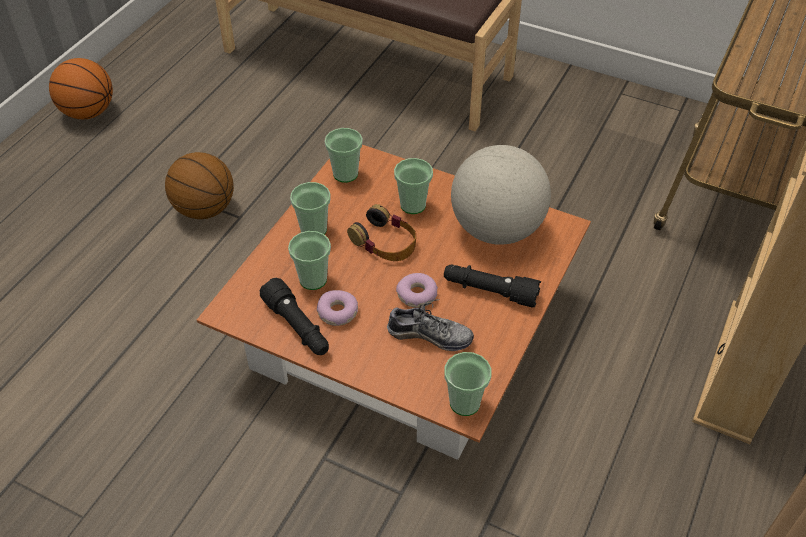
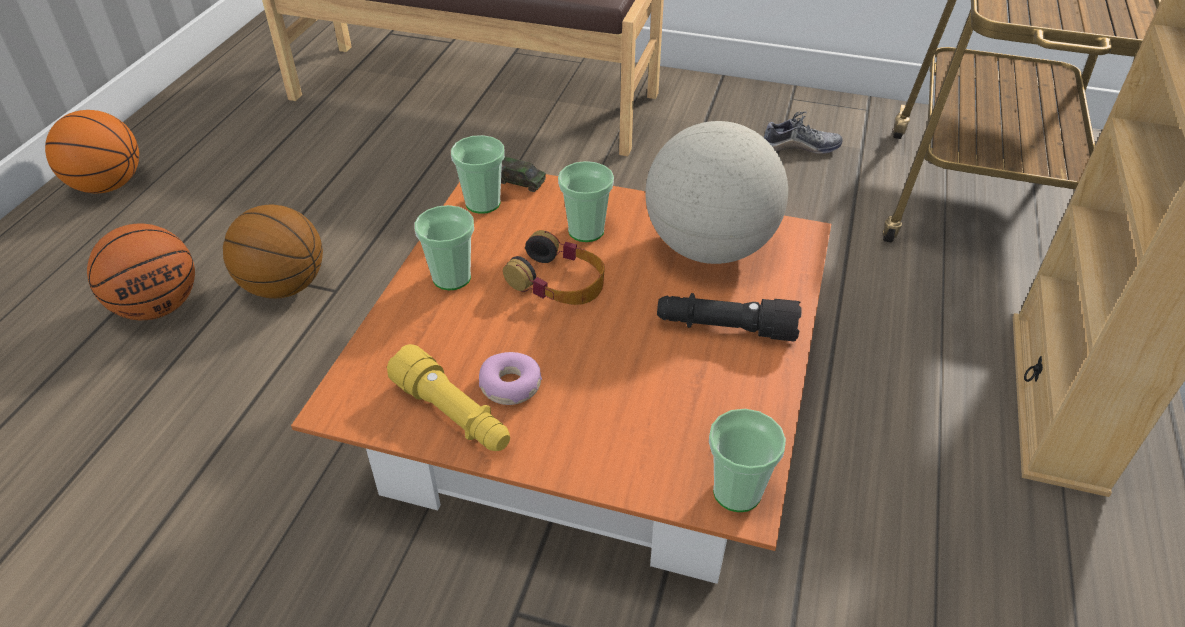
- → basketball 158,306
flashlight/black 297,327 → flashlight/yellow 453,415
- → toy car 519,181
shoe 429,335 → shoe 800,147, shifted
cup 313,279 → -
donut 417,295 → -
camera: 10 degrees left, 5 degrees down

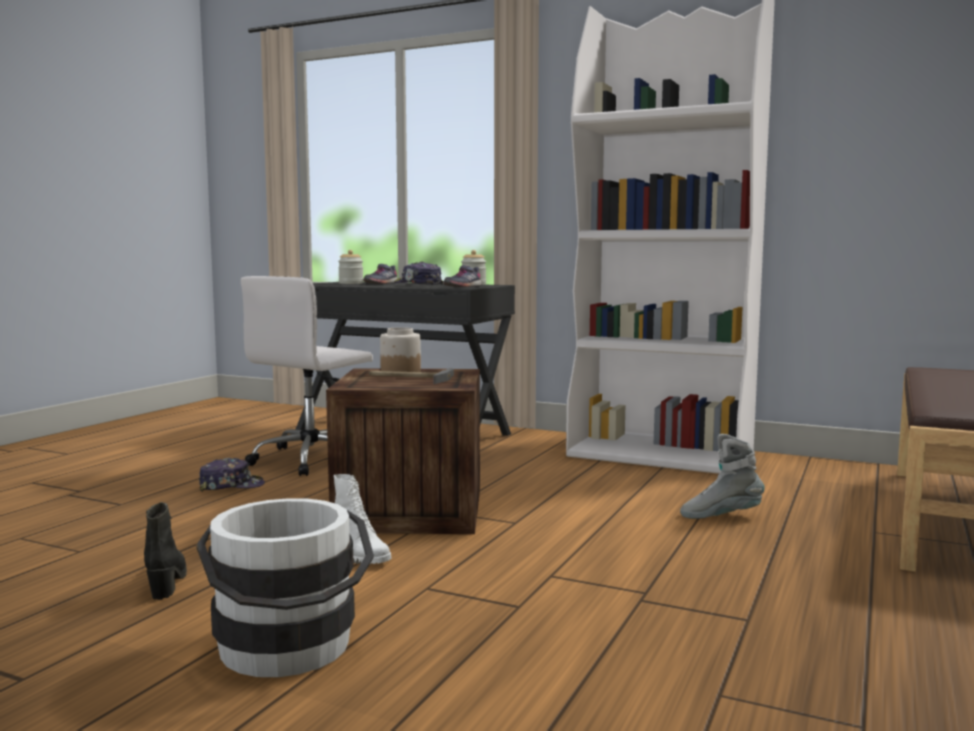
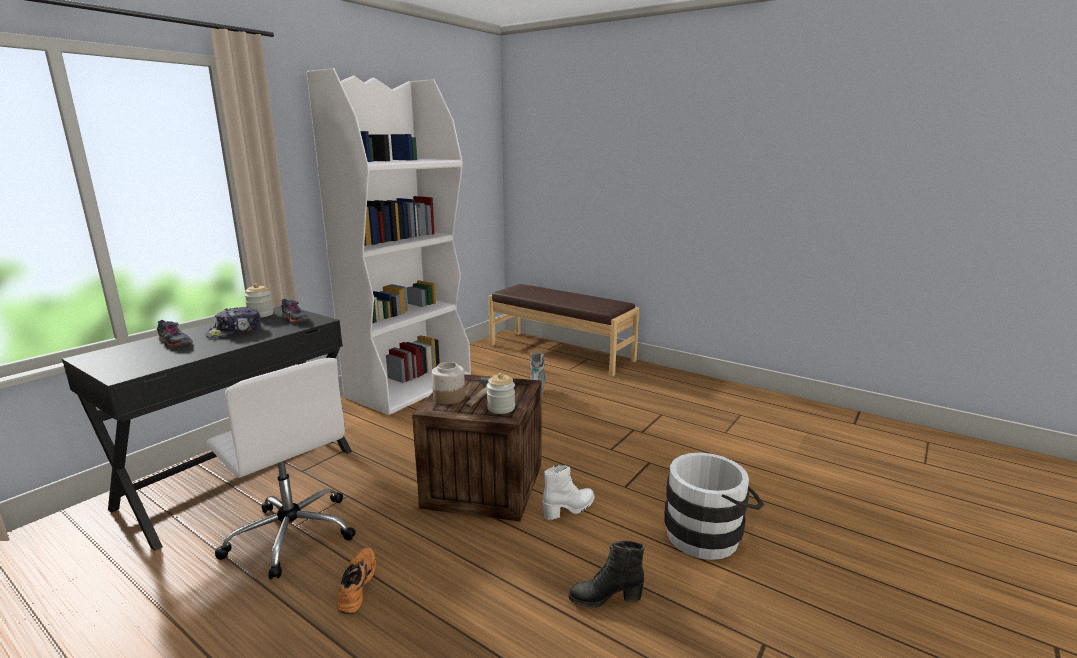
cap 231,486 → shoe/orange 355,585
jar 351,283 → jar 501,408, shifted
camera: 80 degrees left, 10 degrees up

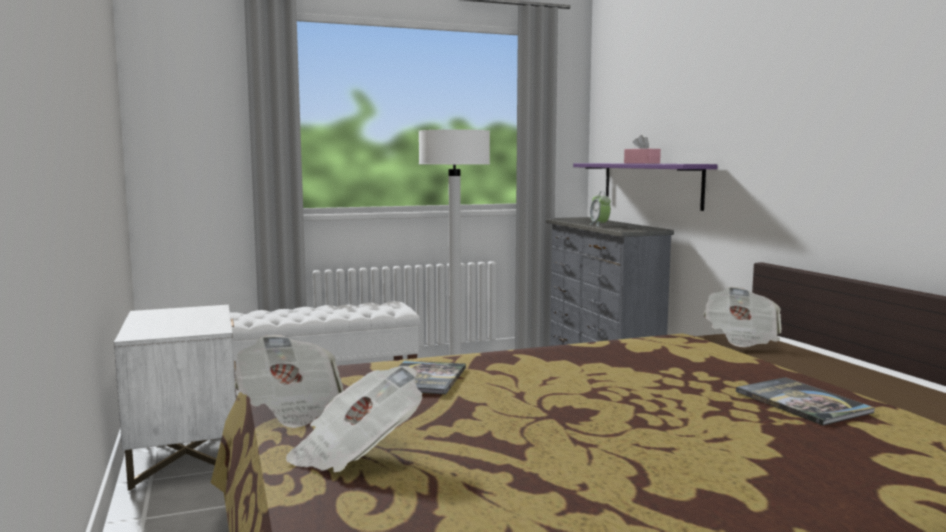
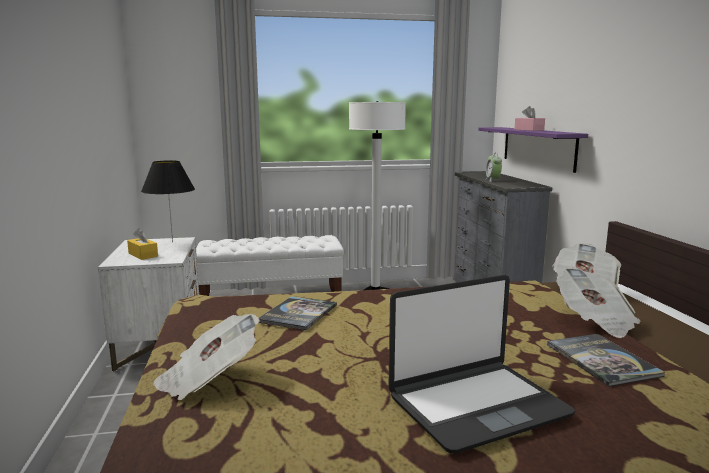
- → tissue box/yellow 143,255
- → table lamp/black 172,242
- → laptop 476,405
newspaper 291,408 → newspaper 595,321, shifted
camera: 10 degrees right, 5 degrees up

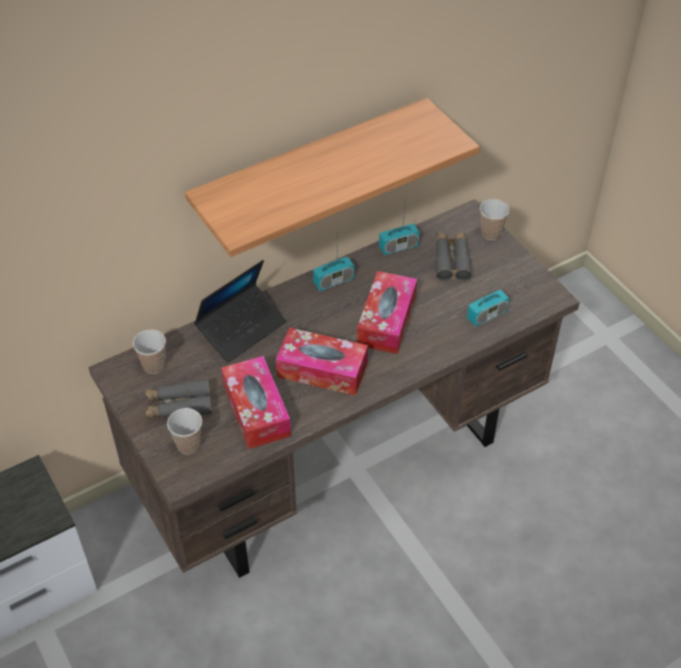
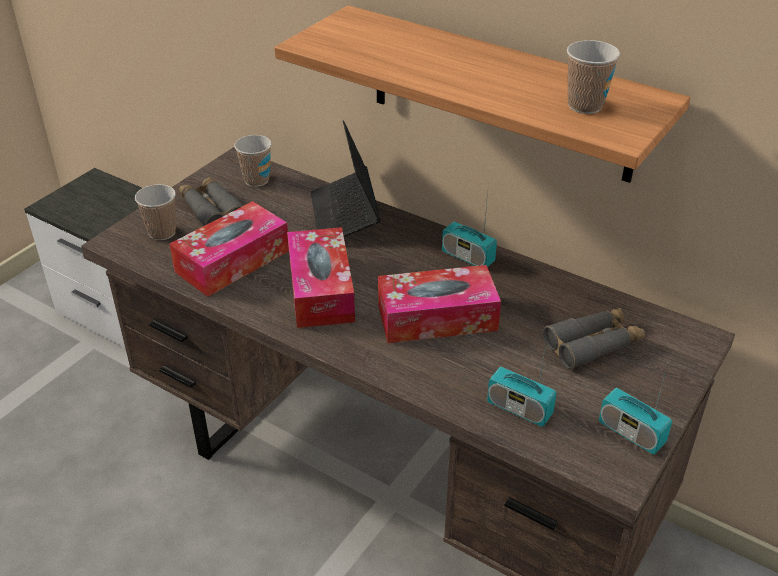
laptop 241,328 → laptop 345,216, 60 degrees clockwise
cup 491,233 → cup 585,106, shifted
radio 398,247 → radio 631,433, shifted
camera: 65 degrees right, 10 degrees down

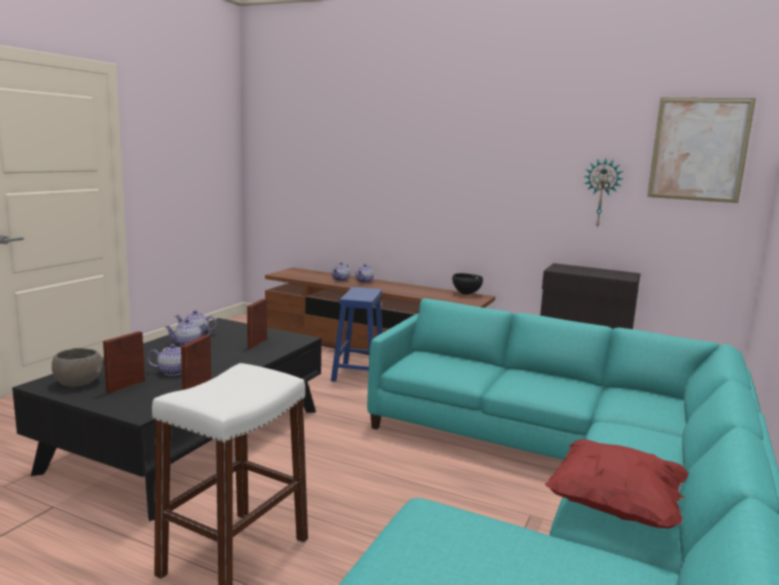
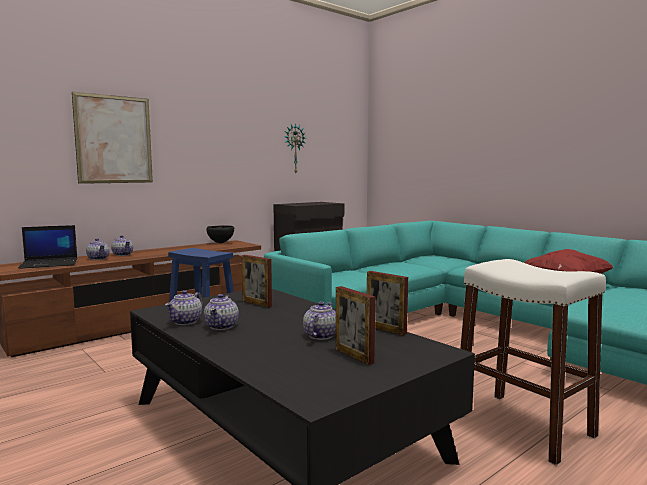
- → laptop 50,263
picture 699,149 → picture 114,139, shifted
bowl/grey 78,382 → -
camera: 65 degrees left, 5 degrees down

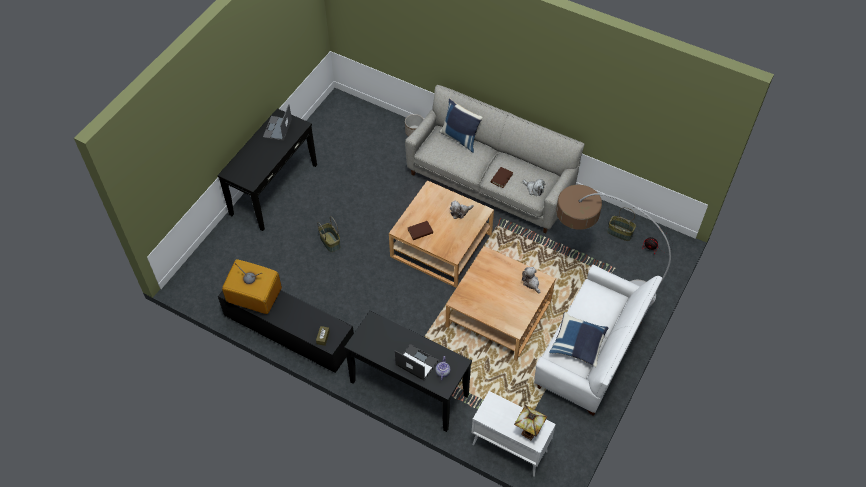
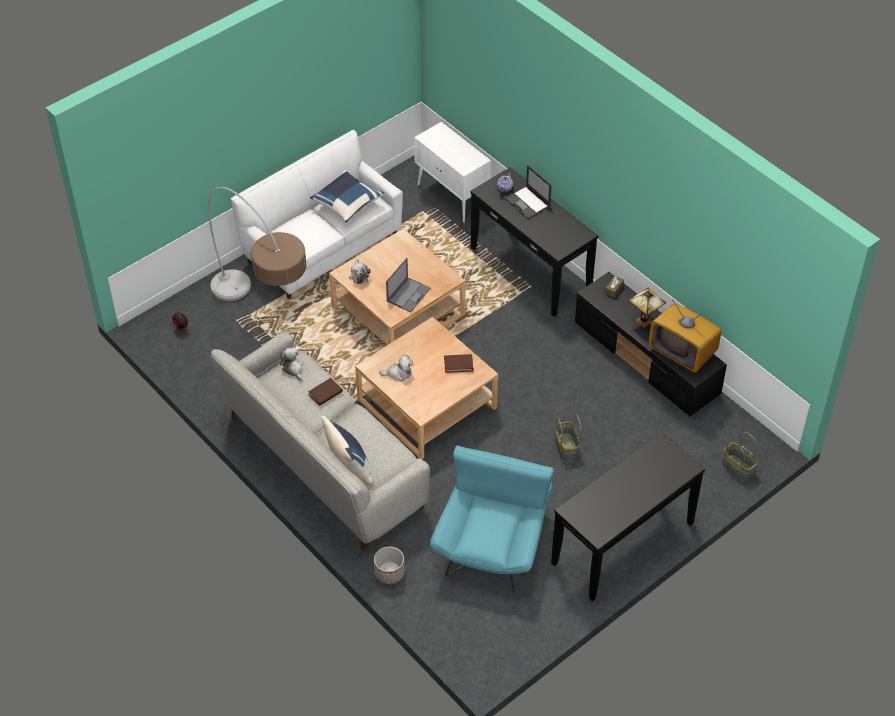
laptop 277,128 → laptop 408,294, shifted
- → armchair/turquoise 494,540
table lamp 527,432 → table lamp 645,321, shifted
basket 619,233 → basket 739,468, shifted
camera: 160 degrees left, 5 degrees down

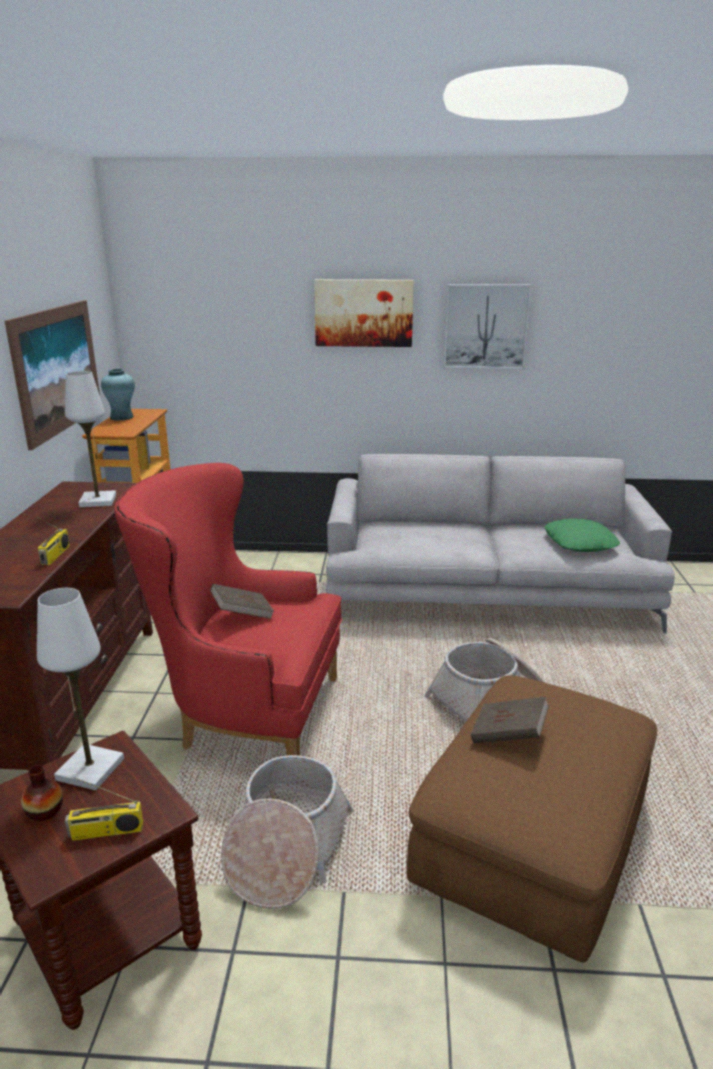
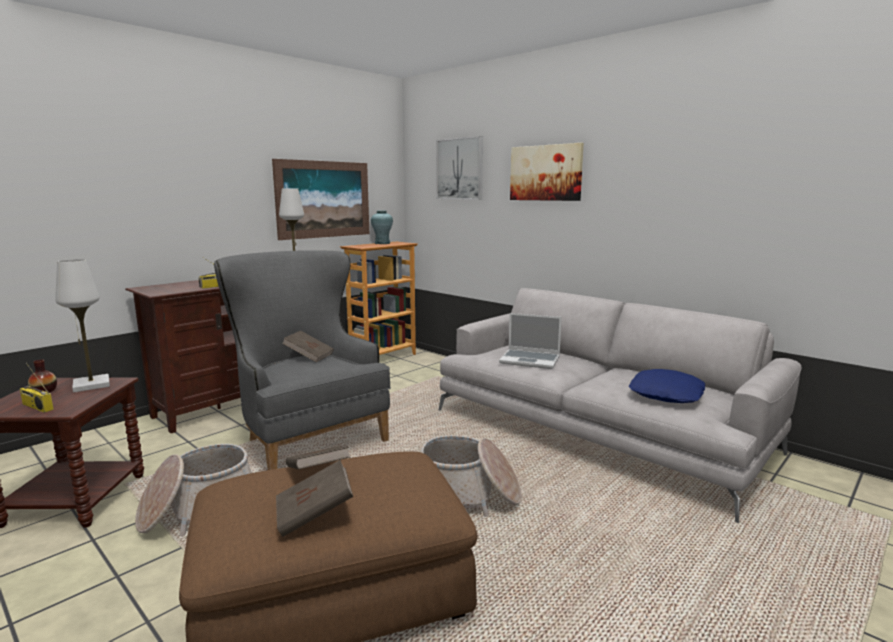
armchair/red 244,713 → armchair/grey 307,436
- → book/brown 314,514
picture 485,326 → picture 460,169, shifted
- → laptop 530,360
pillow/green 580,543 → pillow/blue 667,394
camera: 40 degrees right, 10 degrees down

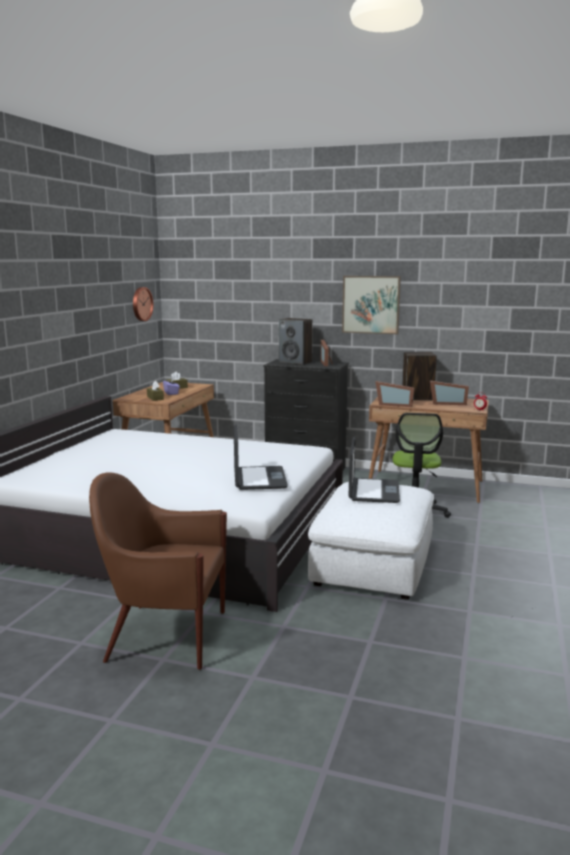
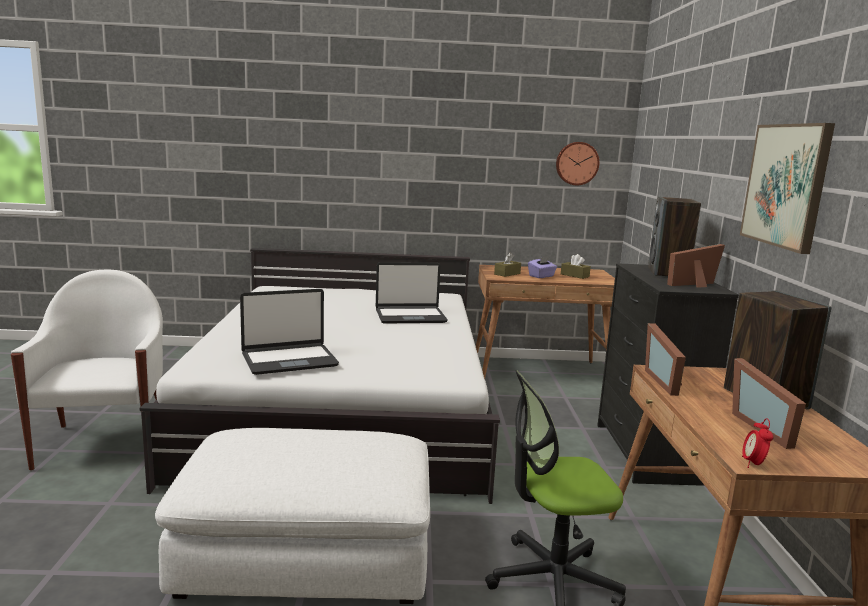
armchair/brown 164,635 → armchair/white 105,442
laptop 373,491 → laptop 410,316, shifted
camera: 70 degrees right, 0 degrees up

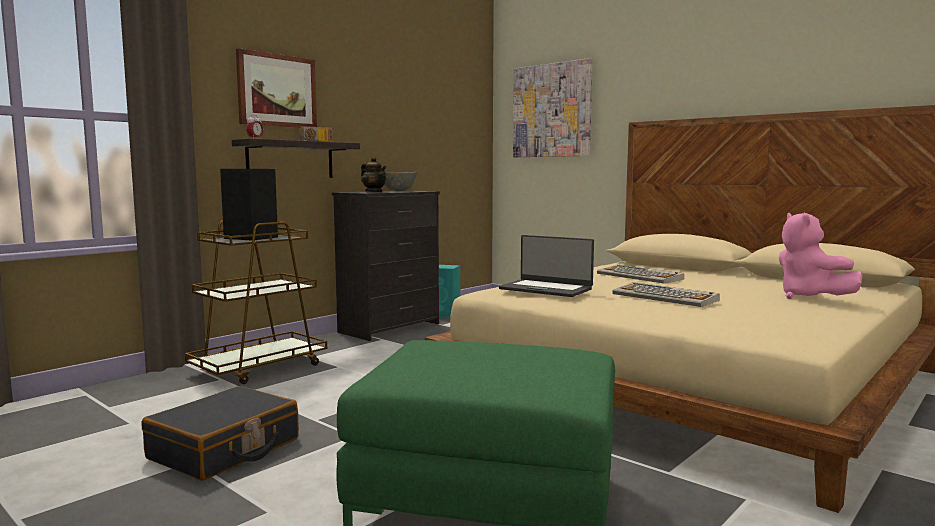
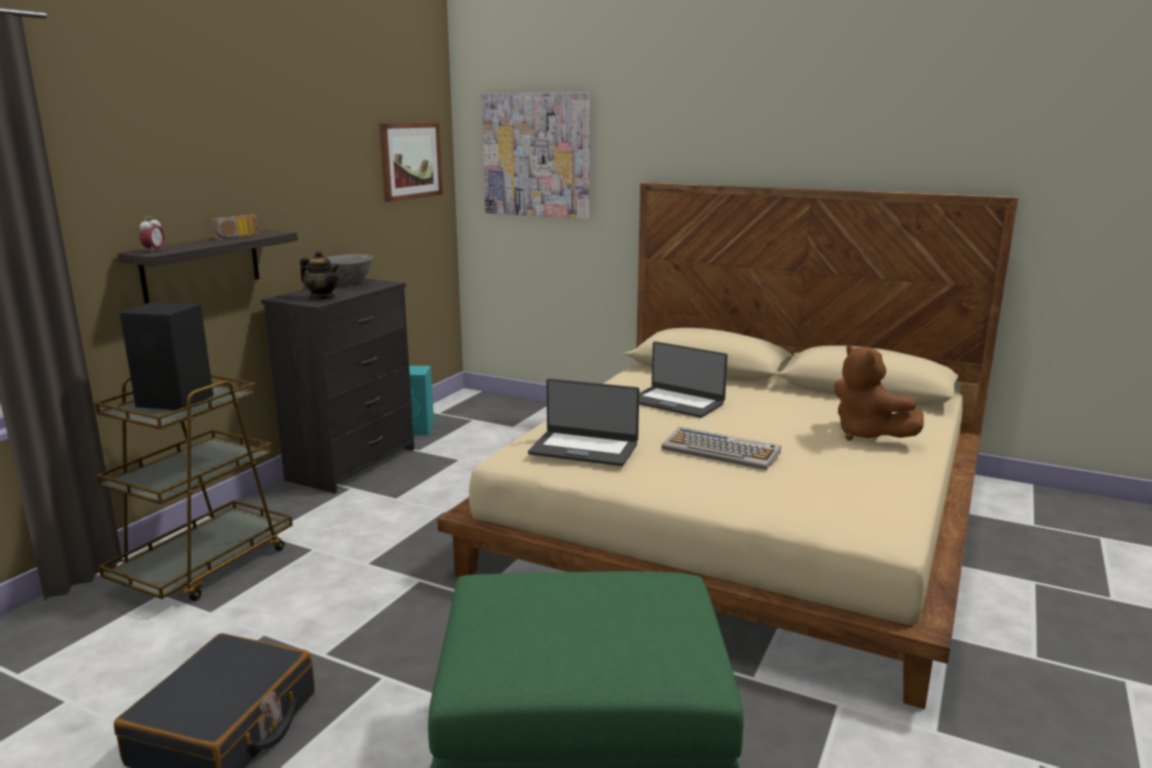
picture 277,91 → picture 410,160, shifted
keyboard 640,276 → laptop 676,402
plush toy/pink 809,297 → plush toy/brown 867,435
camera: 15 degrees left, 10 degrees up

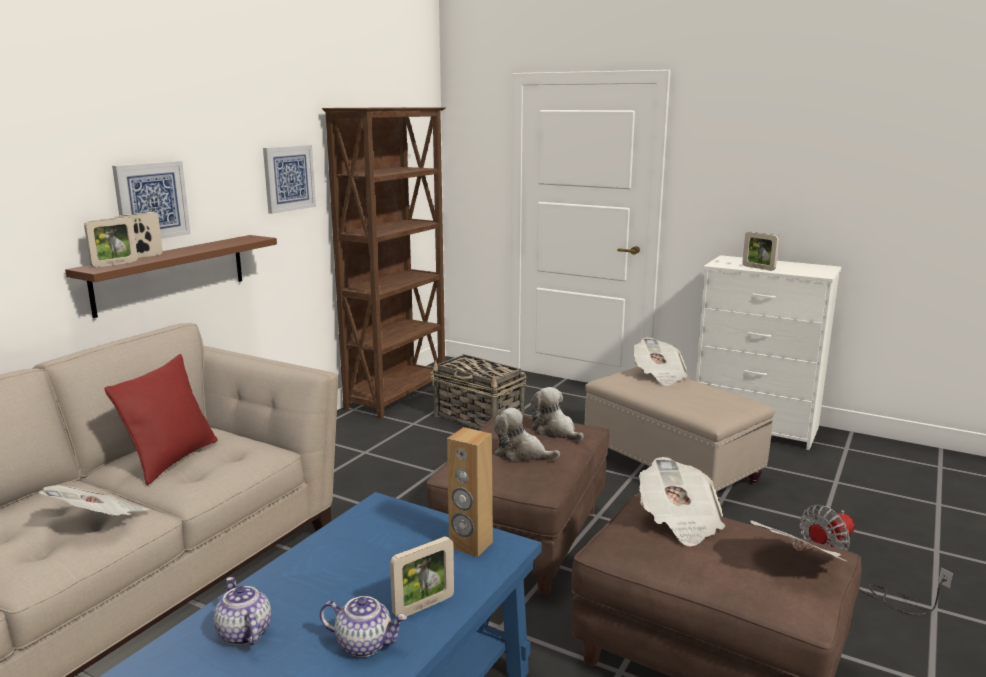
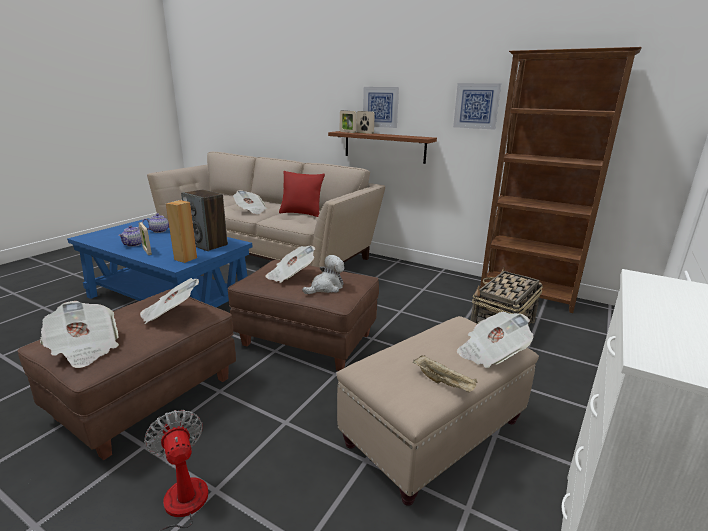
- → speaker 208,244
plush toy 521,454 → newspaper 290,276
- → tray/beige 444,383
picture frame 758,268 → -
camera: 90 degrees right, 5 degrees up

